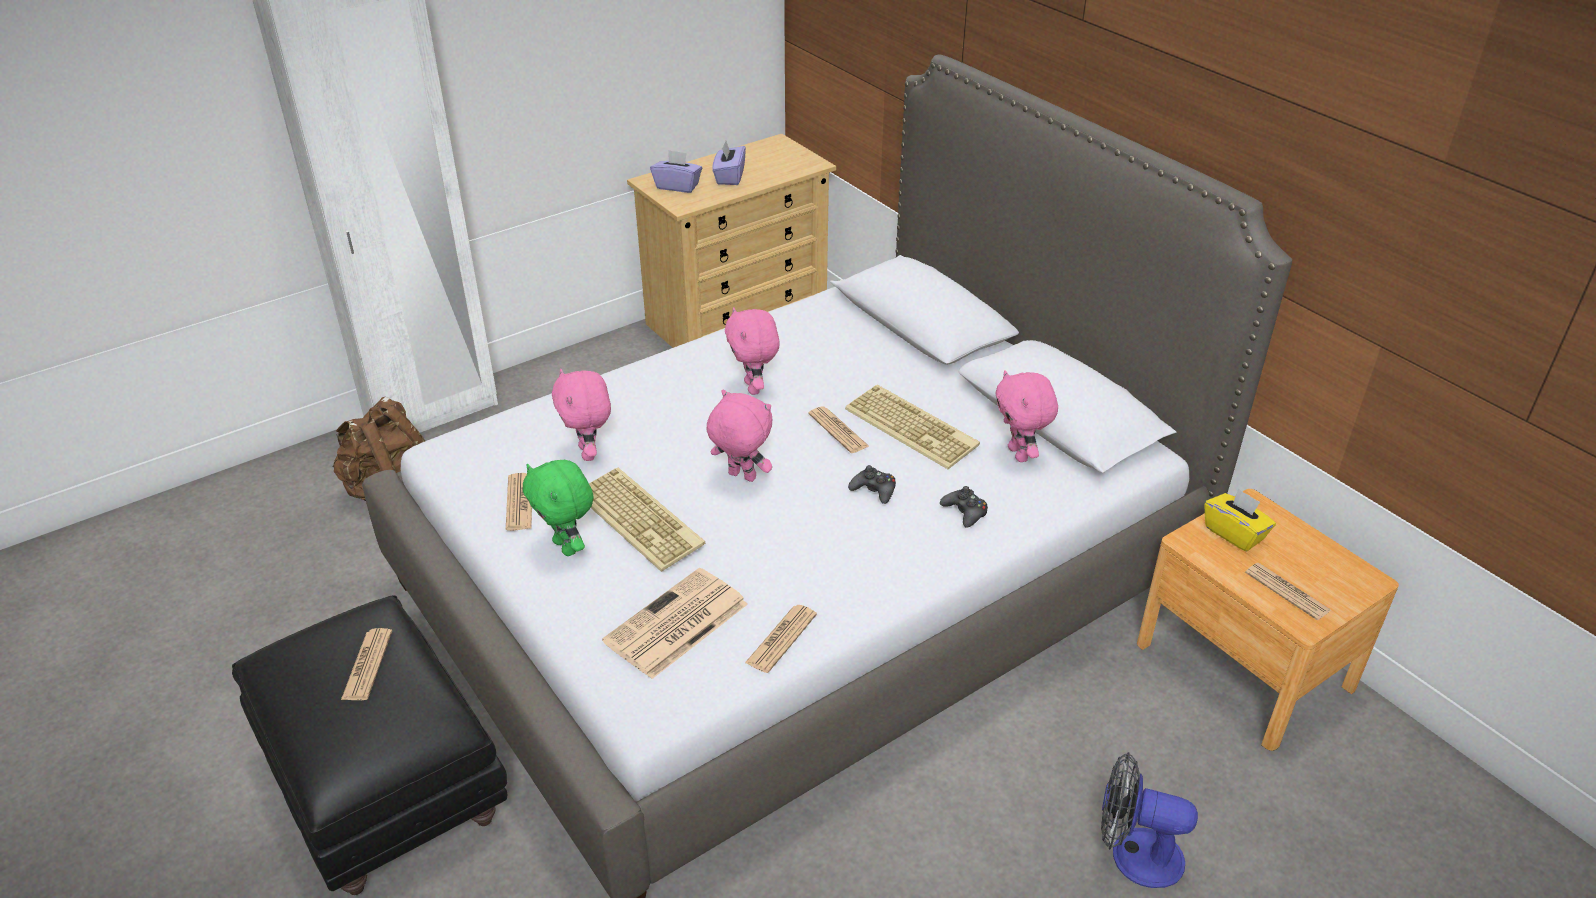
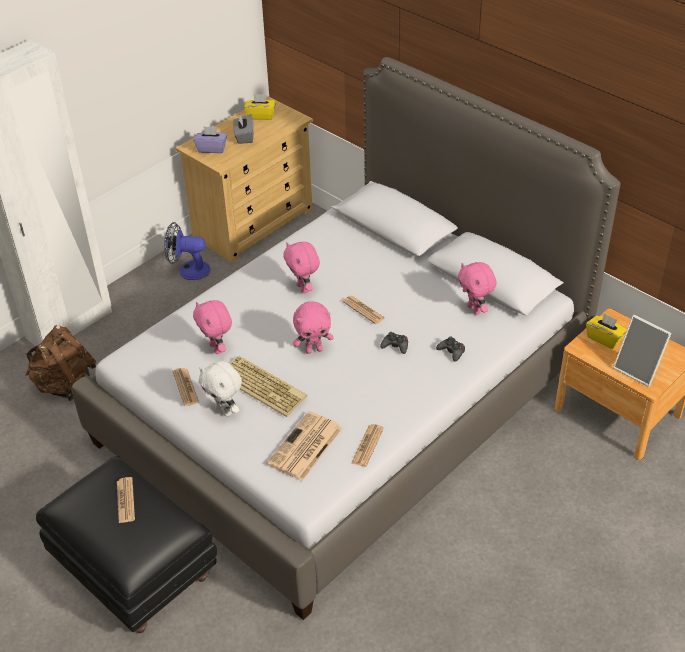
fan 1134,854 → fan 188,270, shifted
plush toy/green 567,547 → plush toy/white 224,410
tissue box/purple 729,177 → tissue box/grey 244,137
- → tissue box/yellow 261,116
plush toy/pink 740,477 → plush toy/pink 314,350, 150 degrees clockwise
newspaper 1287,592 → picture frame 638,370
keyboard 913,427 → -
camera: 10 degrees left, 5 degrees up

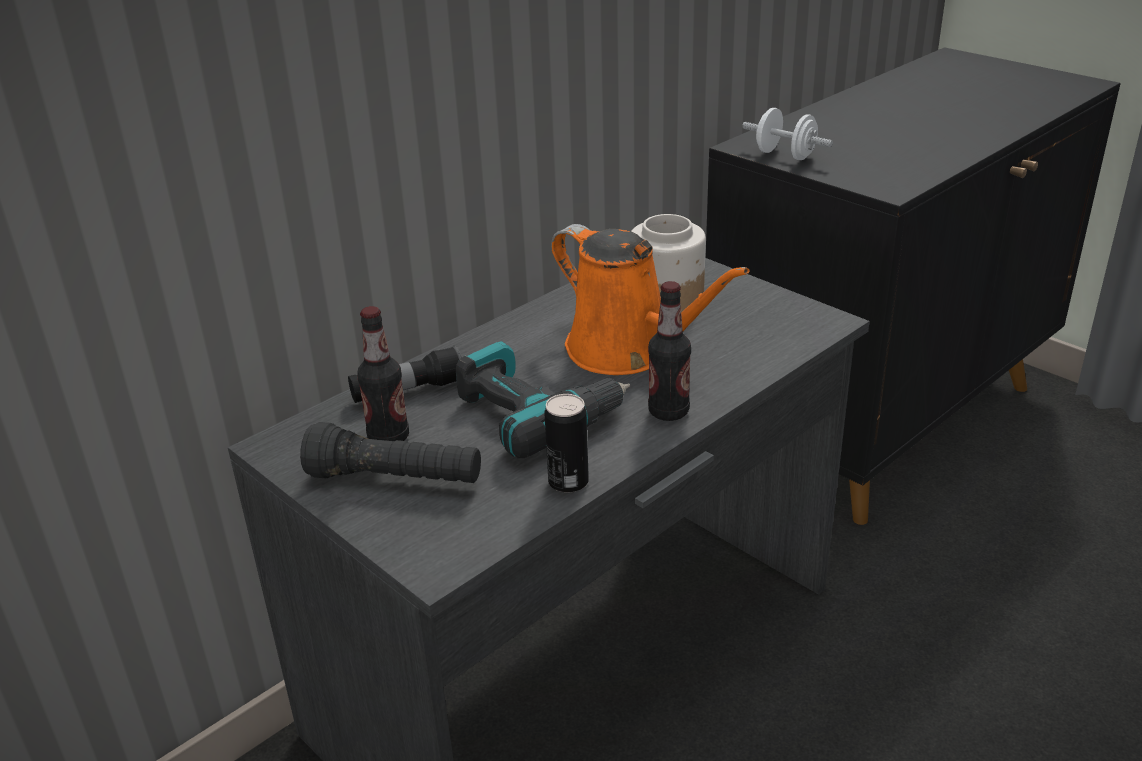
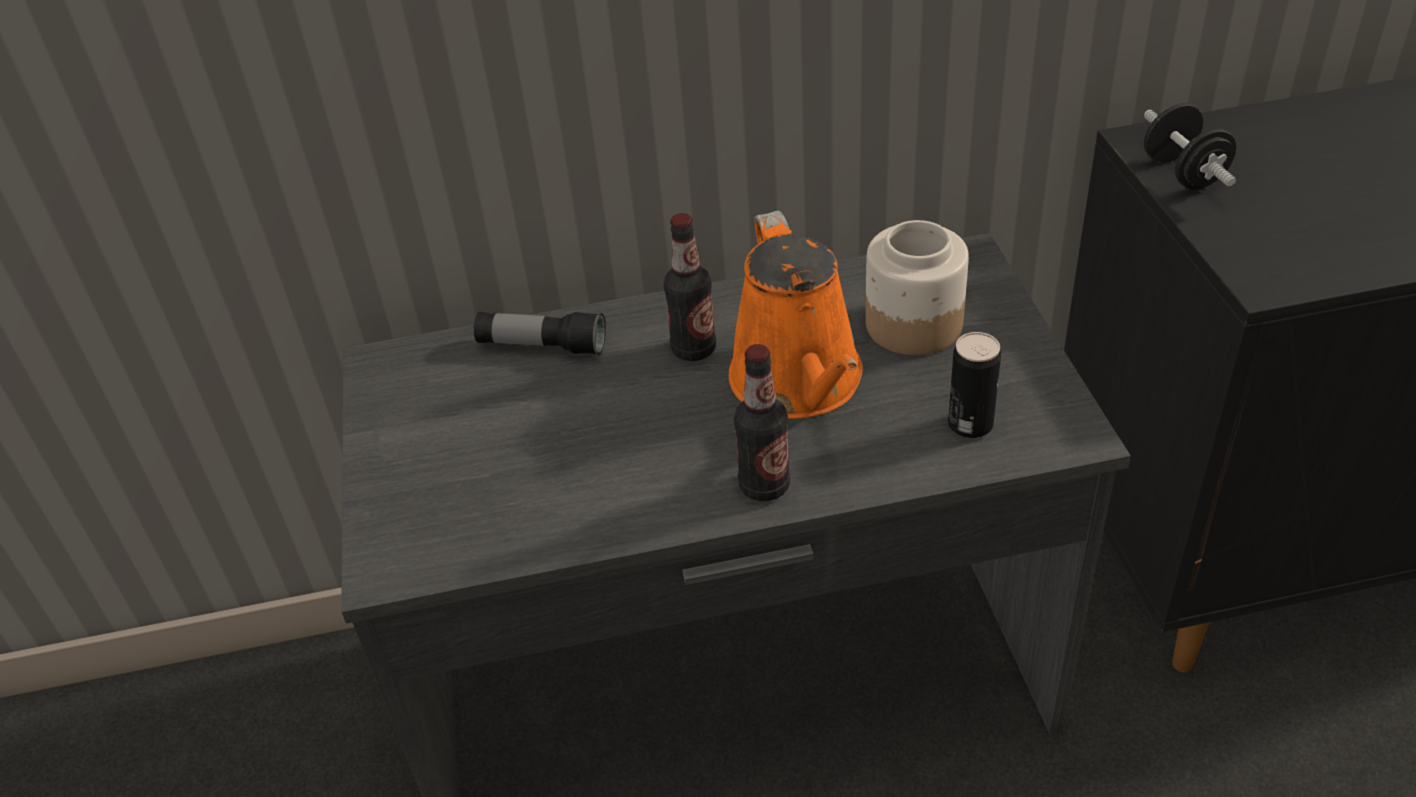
bottle 388,438 → bottle 693,349, shifted
can 568,482 → can 970,424, shifted
dumbbell/white 785,155 → dumbbell/black 1183,174
flashlight/black 395,479 → -
power drill 537,413 → -
camera: 35 degrees right, 10 degrees up

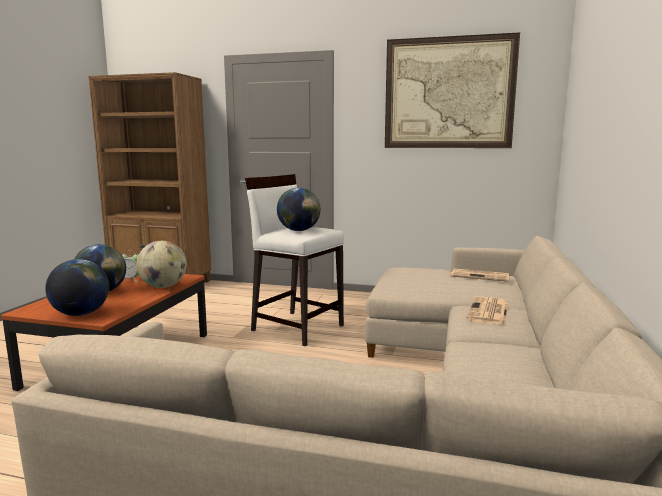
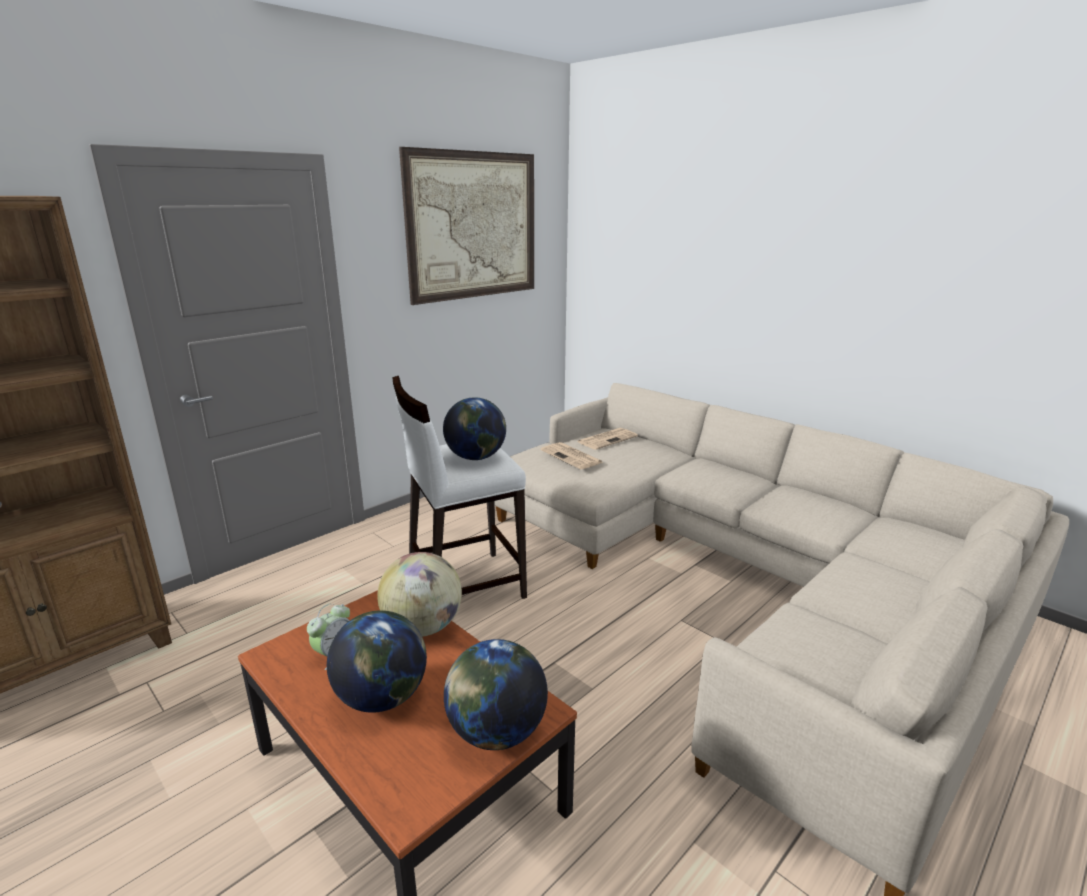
newspaper 489,312 → newspaper 572,457, shifted
camera: 60 degrees left, 10 degrees up

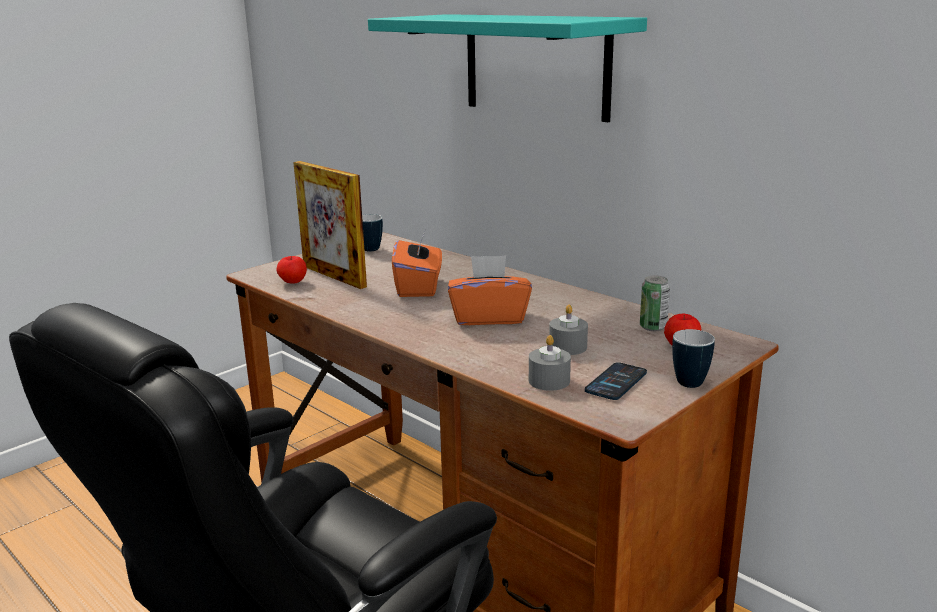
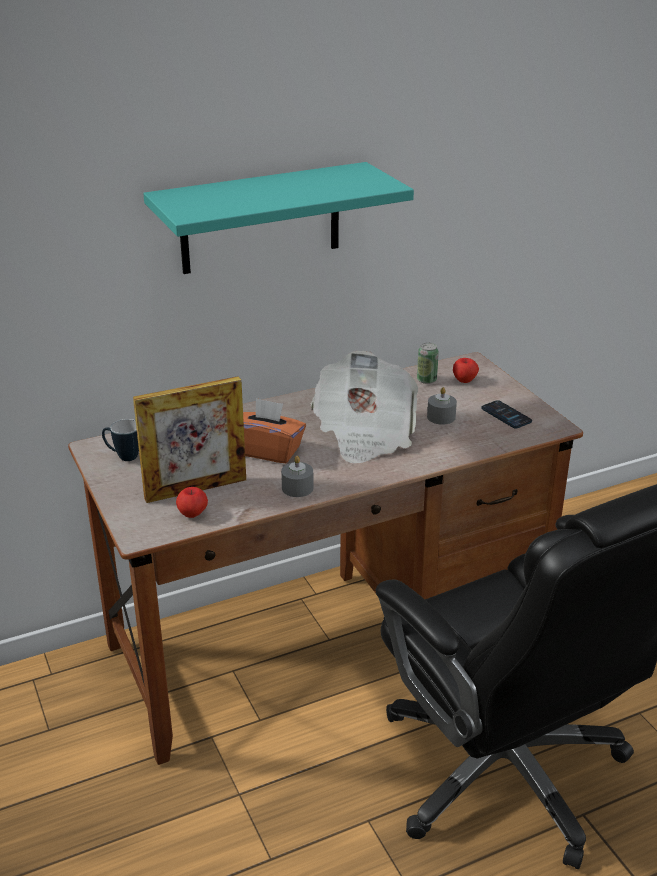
candle/grey 549,381 → candle/grey 297,488, shifted
tissue box/orange 489,317 → newspaper 364,434
mug 693,380 → -
camera: 70 degrees left, 10 degrees up

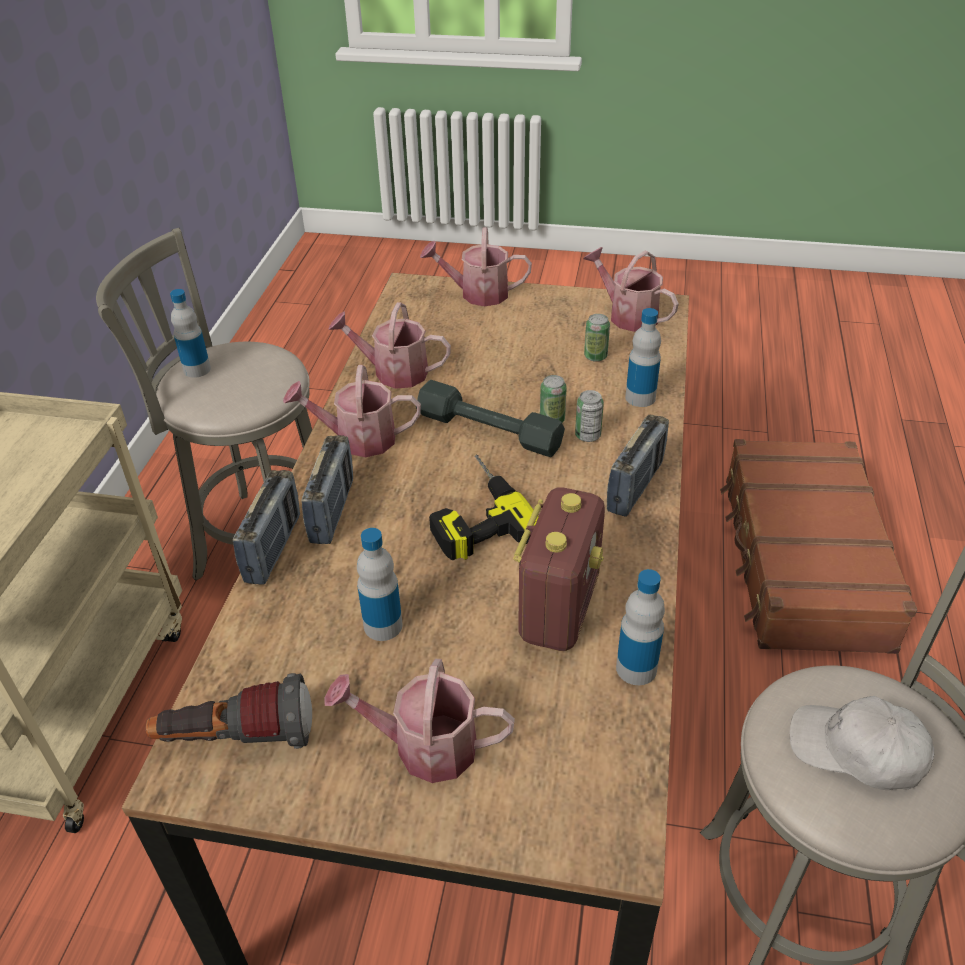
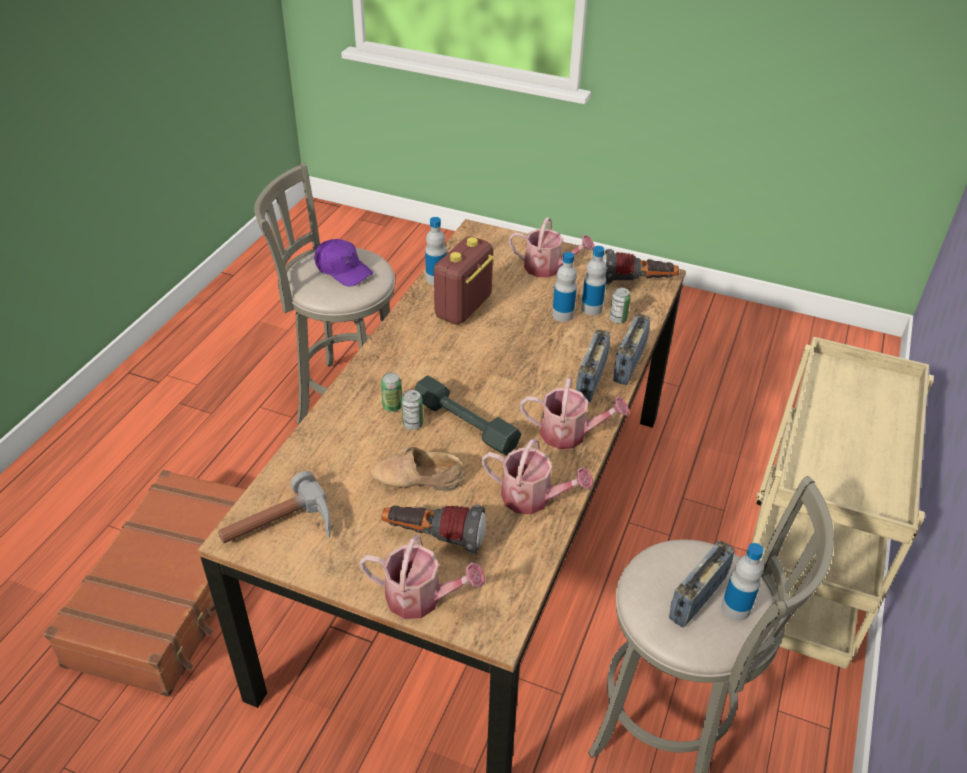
watering can 627,315 → hammer 280,530
cap/white 857,751 → cap/purple 343,270
- → shoe/beige 416,479
- → flashlight 433,537
bottle 640,398 → bottle 591,308, shifted
can 595,356 → can 618,319, shifted
radio 635,487 → radio 697,598, shifted
power drill 473,514 → -
camera: 170 degrees left, 0 degrees up

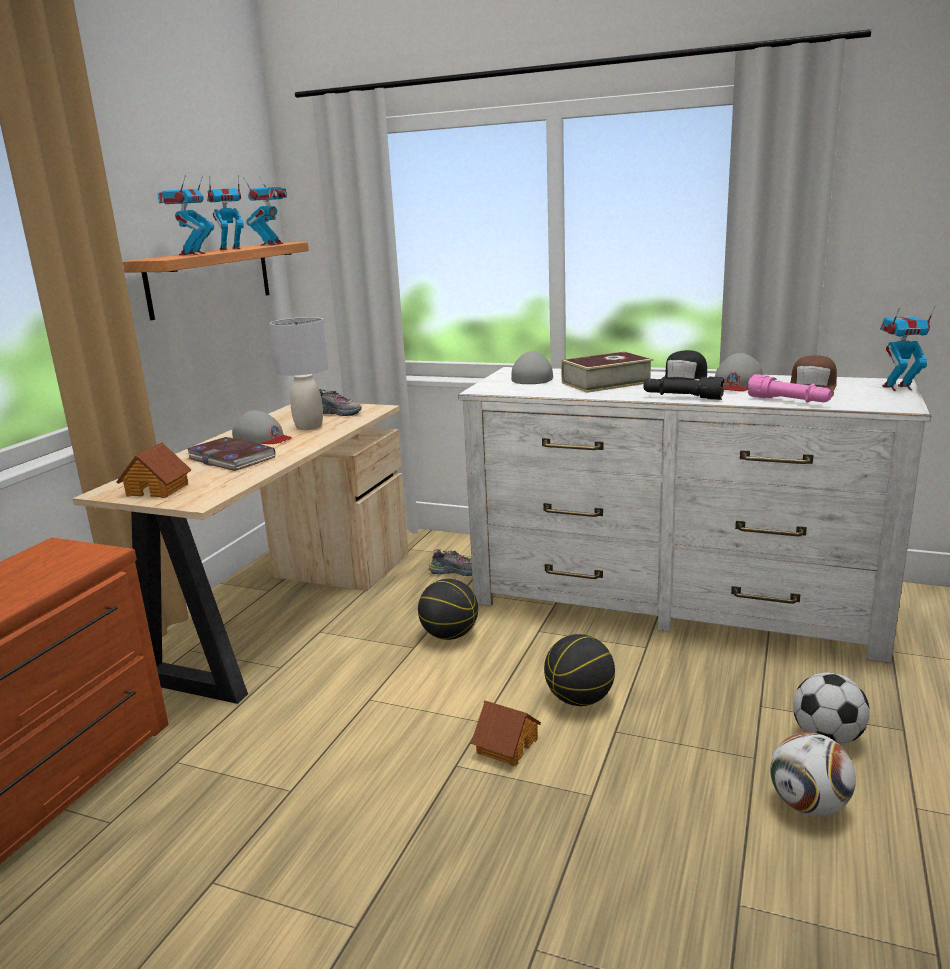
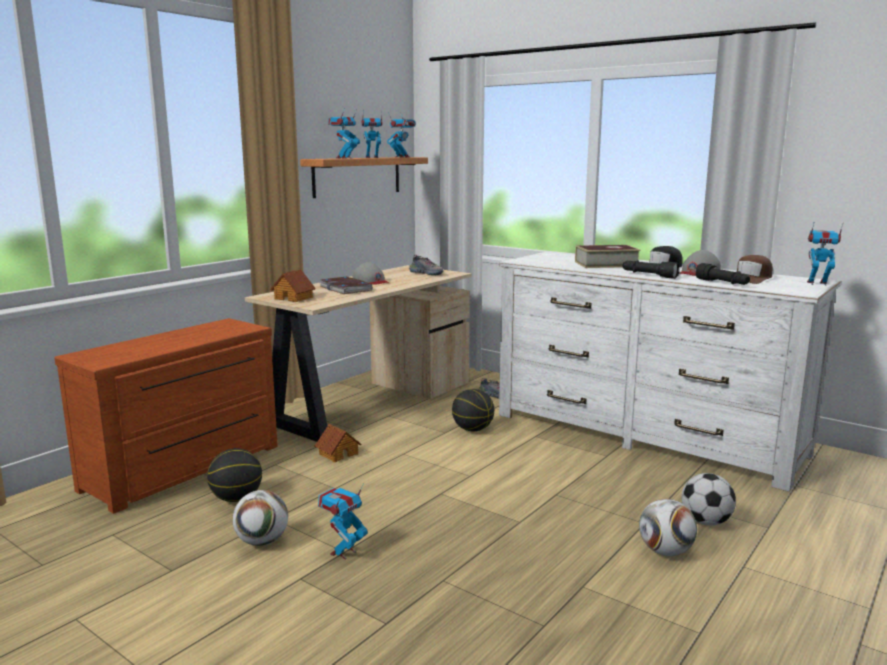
basketball 580,699 → basketball 237,499, shifted
- → football 262,542
toy house 506,745 → toy house 338,453, shifted
- → toy robot 343,552
flashlight/pink 789,401 → flashlight/black 722,283
table lamp/grey 308,426 → -
cap/grey 532,377 → -
camera: 15 degrees right, 5 degrees down

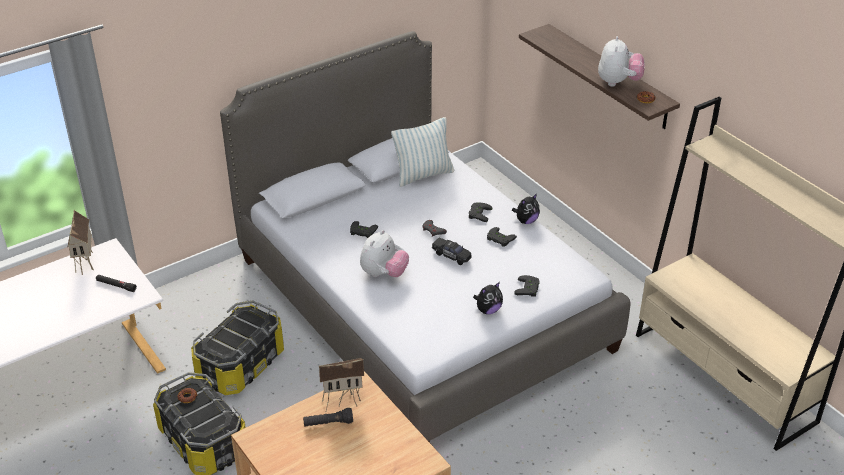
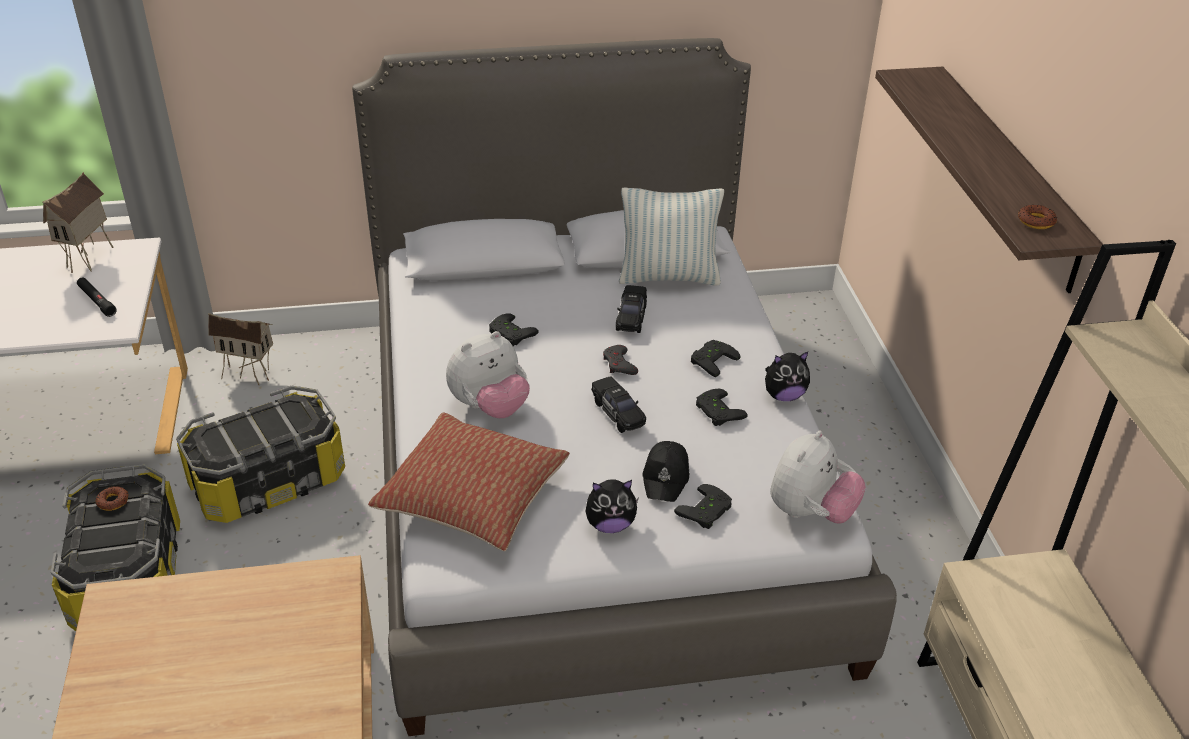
toy house 342,401 → toy house 249,374, shifted
- → pillow 473,497
- → toy car/black 631,317
- → cap/black 666,477
plush toy 618,82 → plush toy 810,512, shifted
flashlight/black 328,423 → -
camera: 25 degrees right, 0 degrees up

